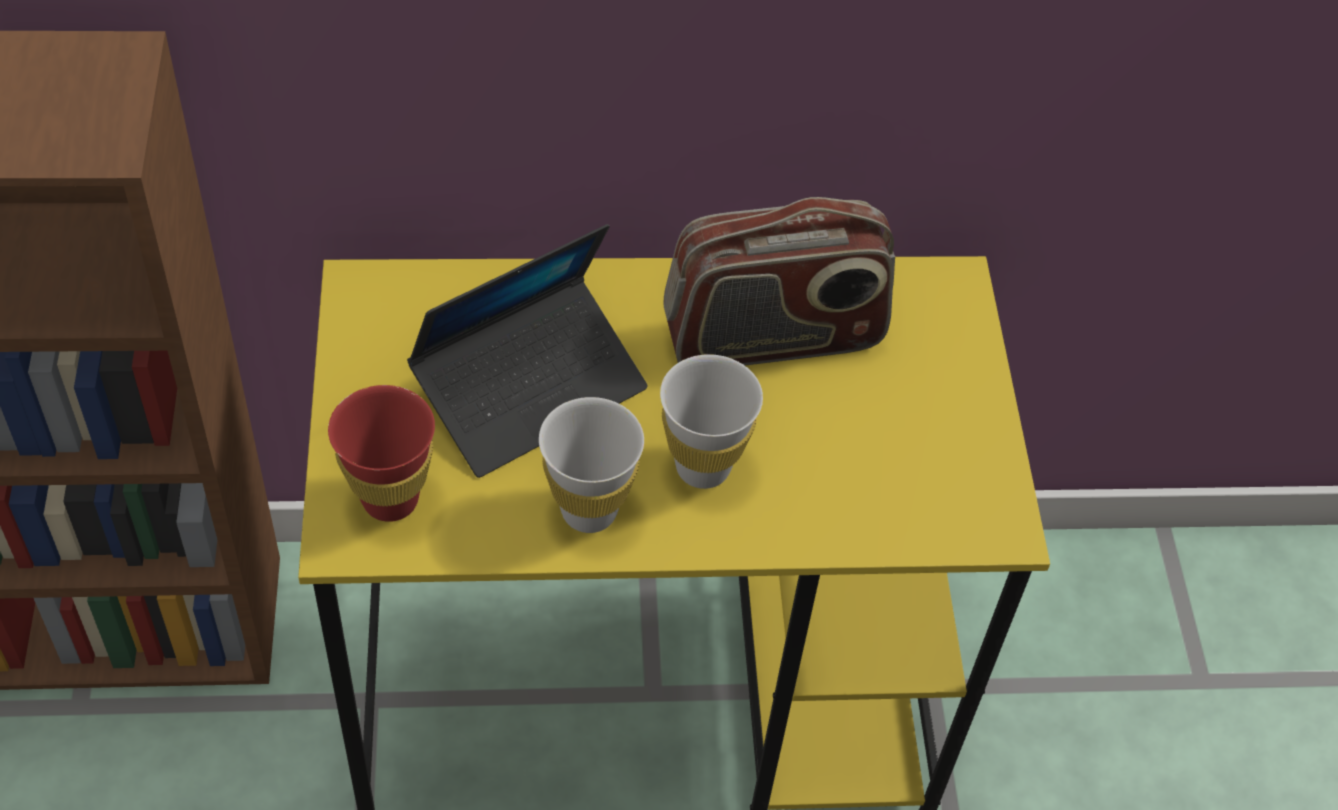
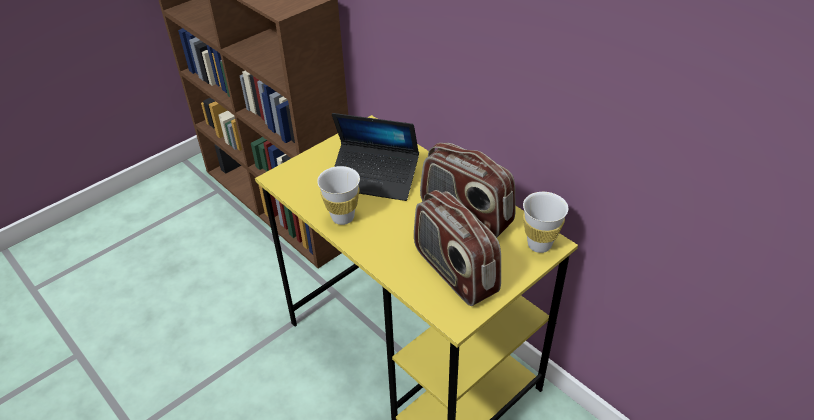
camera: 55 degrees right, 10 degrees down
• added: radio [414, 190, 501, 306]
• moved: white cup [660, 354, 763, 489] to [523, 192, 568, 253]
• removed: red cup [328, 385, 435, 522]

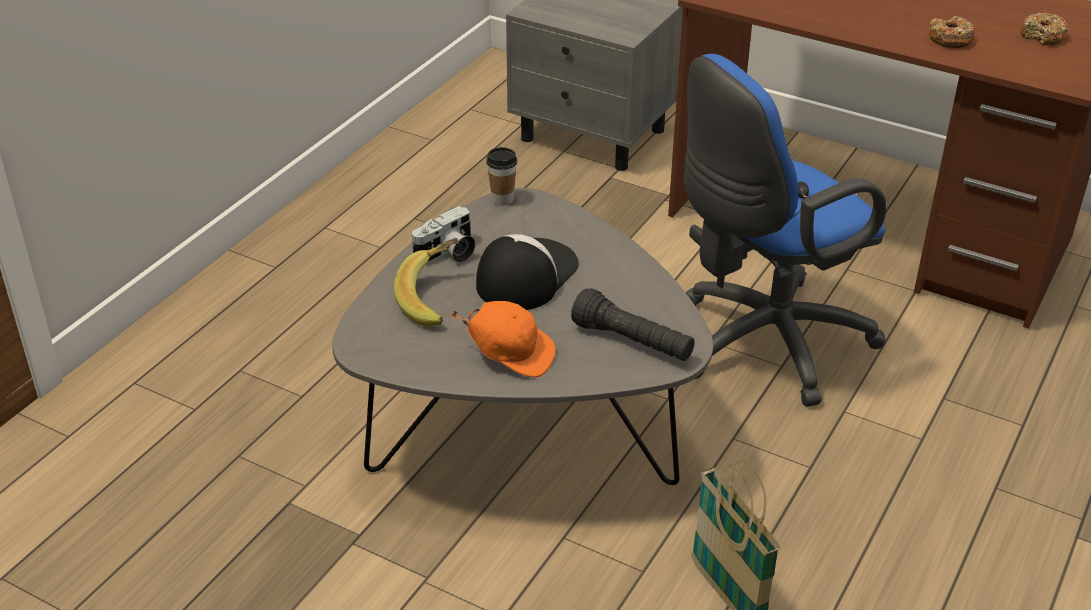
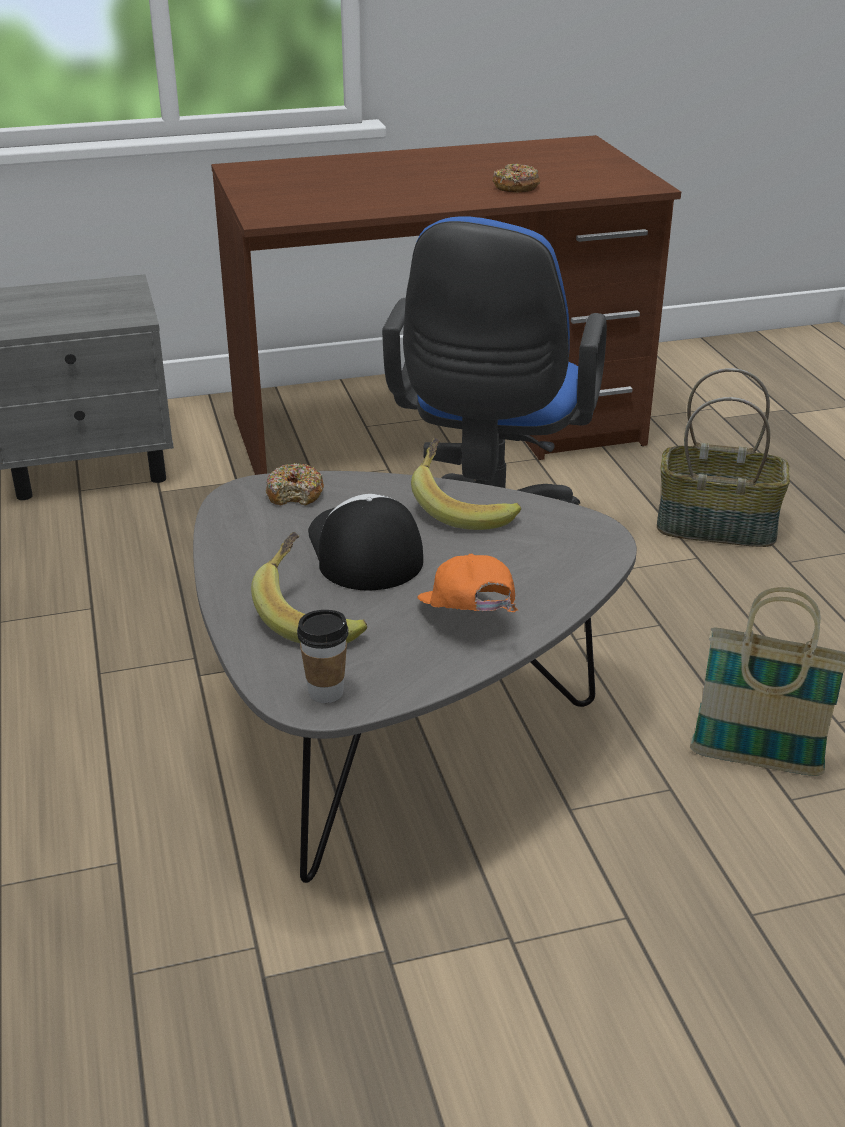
camera: 45 degrees left, 5 degrees down
• moved: donut [1021, 12, 1069, 45] to [266, 463, 324, 505]
• moved: cup [486, 147, 517, 206] to [297, 610, 348, 703]
• added: banana [411, 438, 521, 530]
• turned: orange cap [451, 301, 556, 377] = [417, 554, 518, 612] 90 degrees counterclockwise
• added: basket [657, 368, 790, 547]
• removed: photo camera [412, 206, 475, 263]
• removed: black flashlight [571, 288, 695, 361]

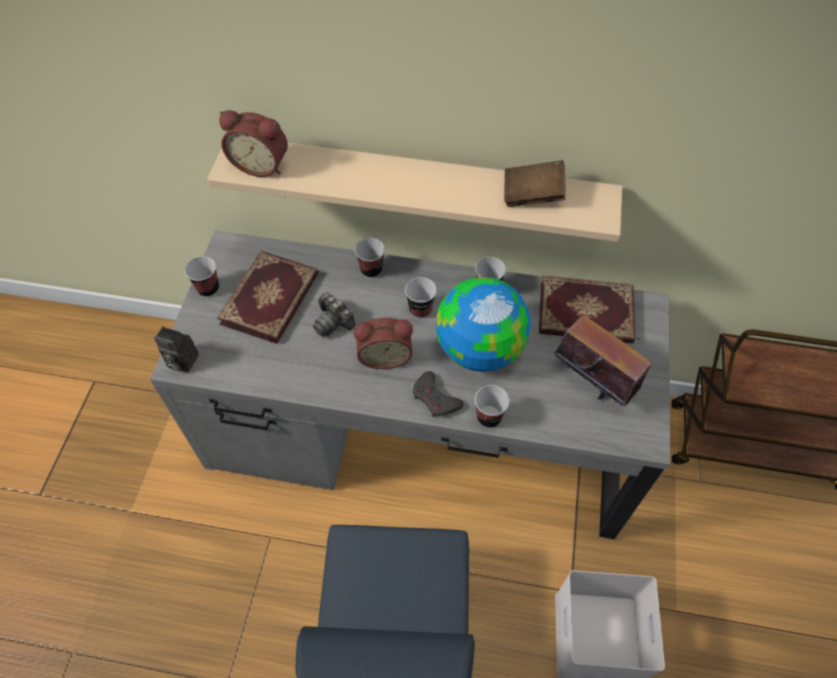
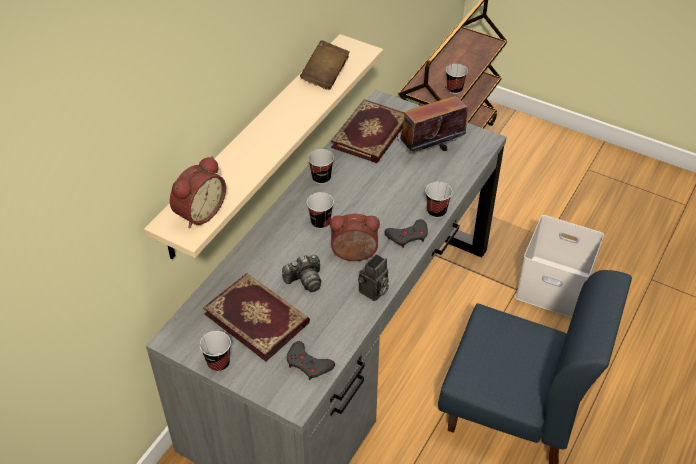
camera: 70 degrees left, 10 degrees down
• added: grey game controller [287, 341, 335, 380]
• turned: alarm clock [353, 318, 413, 369] = [330, 214, 380, 261] 105 degrees counterclockwise
• moved: photo camera [154, 327, 199, 372] to [358, 254, 389, 301]
• moved: cup [355, 238, 385, 278] to [446, 64, 468, 94]
• removed: globe [436, 277, 531, 372]

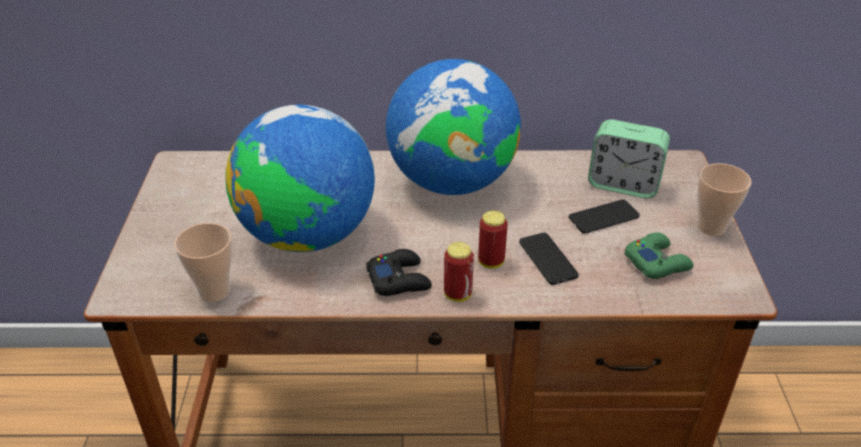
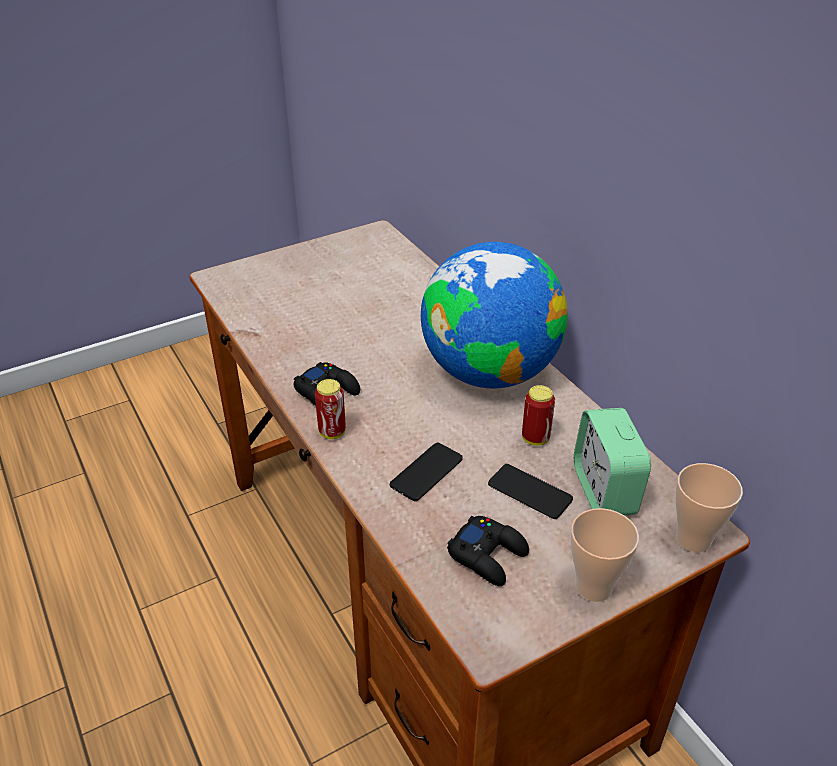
camera: 60 degrees right, 0 degrees up
• recoloured: green game controller [624, 232, 694, 279] to black game controller [447, 516, 529, 586]
• moved: can [478, 210, 508, 268] to [522, 385, 555, 446]
• moved: cup [174, 223, 232, 302] to [676, 463, 743, 552]
• removed: globe [226, 105, 375, 252]

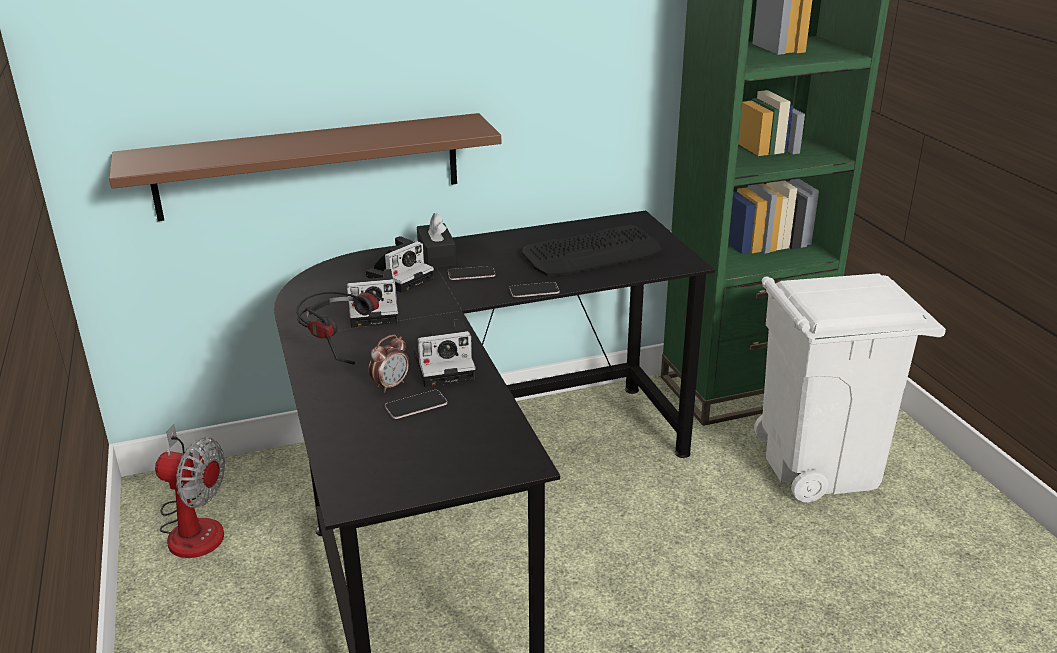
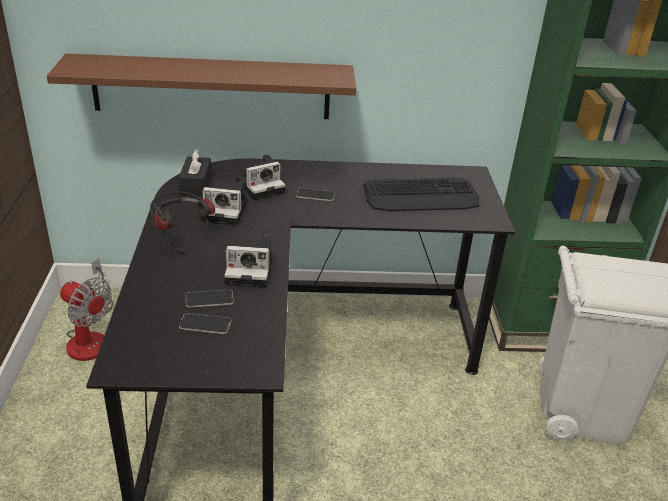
camera: 15 degrees right, 5 degrees up
• moved: black tissue box [417, 213, 457, 269] to [178, 149, 212, 196]
• moved: phone [509, 282, 559, 297] to [179, 313, 231, 334]
• removed: alarm clock [369, 335, 409, 393]

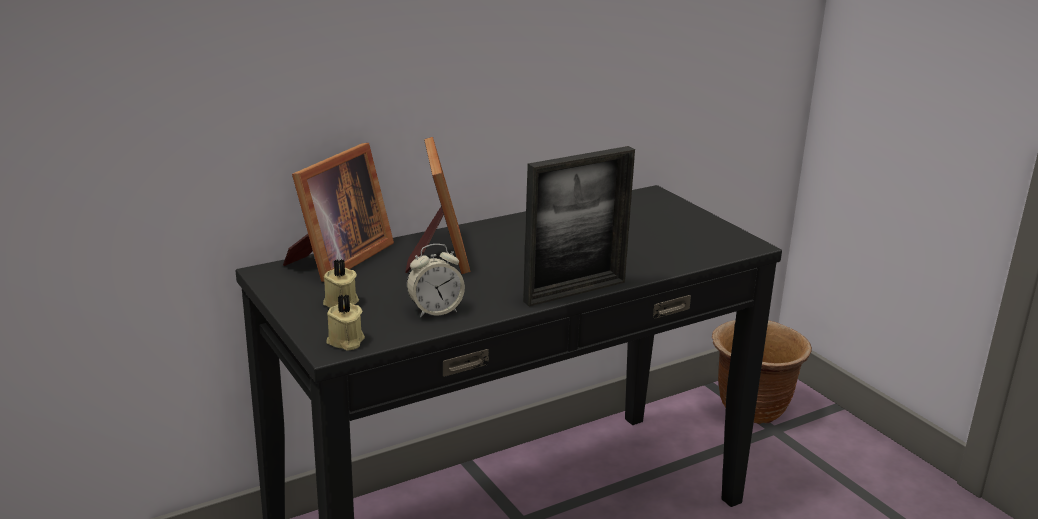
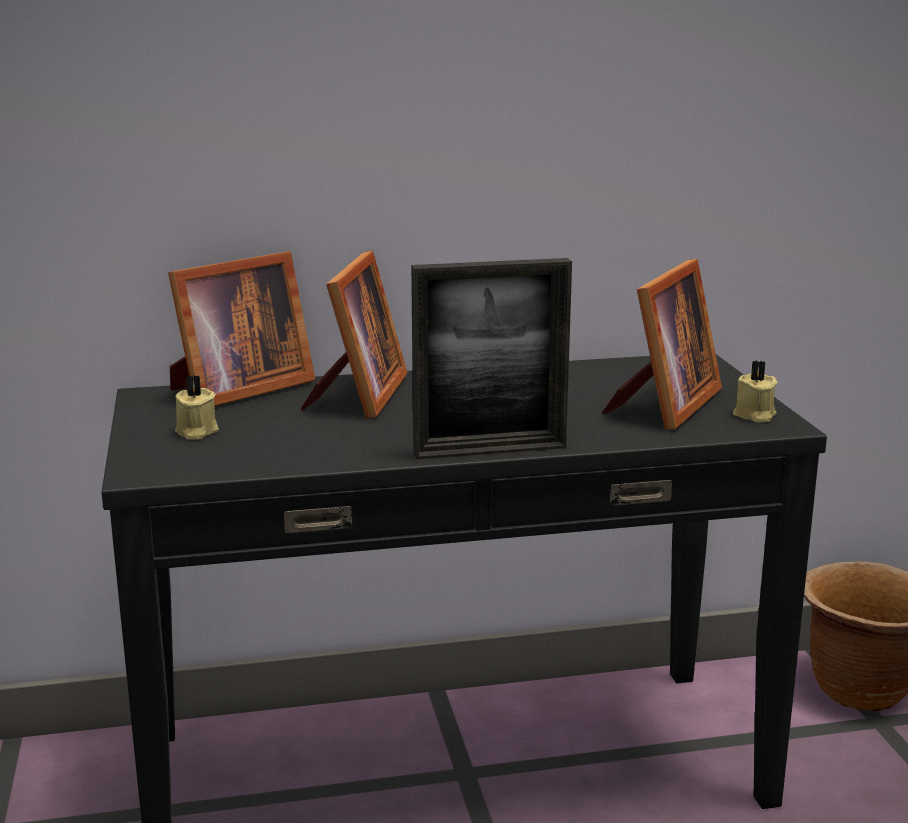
camera: 20 degrees right, 5 degrees down
• added: picture frame [602, 259, 722, 430]
• moved: beige candle [326, 295, 365, 351] to [733, 360, 778, 423]
• removed: alarm clock [407, 244, 465, 318]

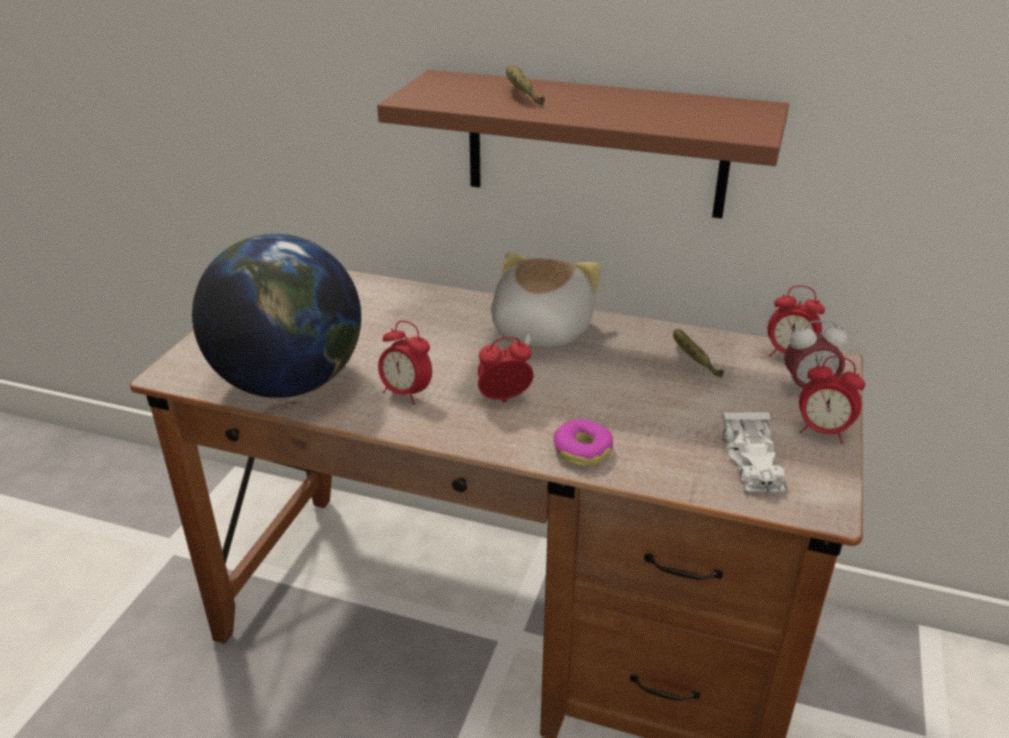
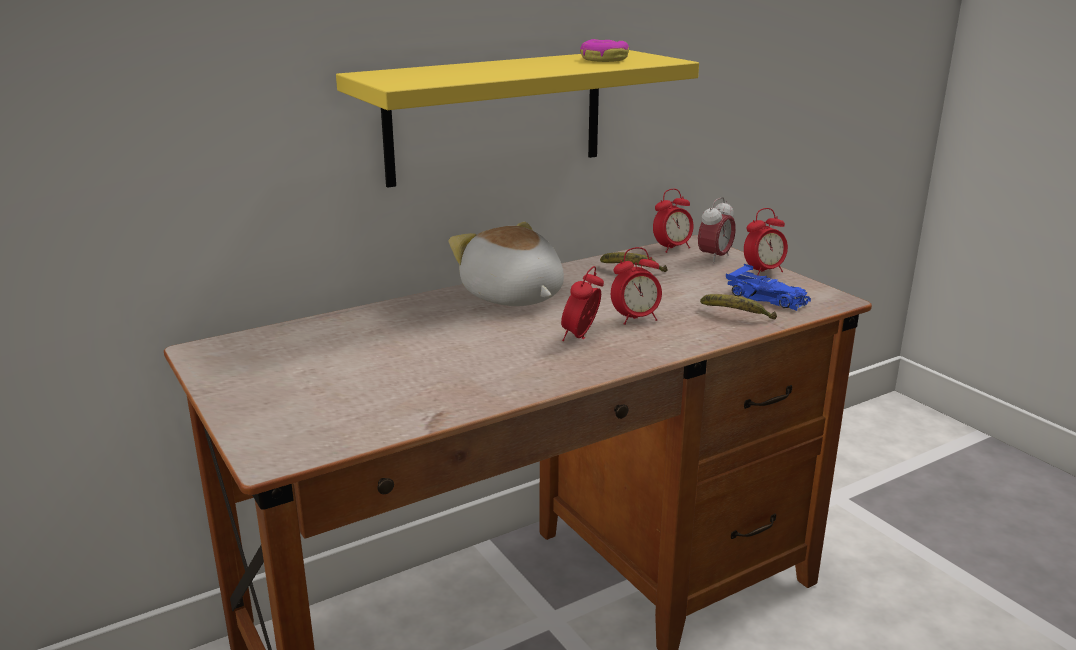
camera: 50 degrees left, 10 degrees down
• recoloured: brown shelf [377, 70, 789, 219] to yellow shelf [336, 50, 699, 188]
• moved: donut [553, 419, 613, 466] to [580, 39, 629, 62]
• moved: alarm clock [378, 321, 432, 405] to [611, 247, 662, 325]
• moved: banana [506, 65, 545, 106] to [700, 294, 777, 319]
• recoloured: white toy car [722, 410, 786, 494] to blue toy car [726, 264, 811, 311]
• removed: globe [192, 234, 361, 398]

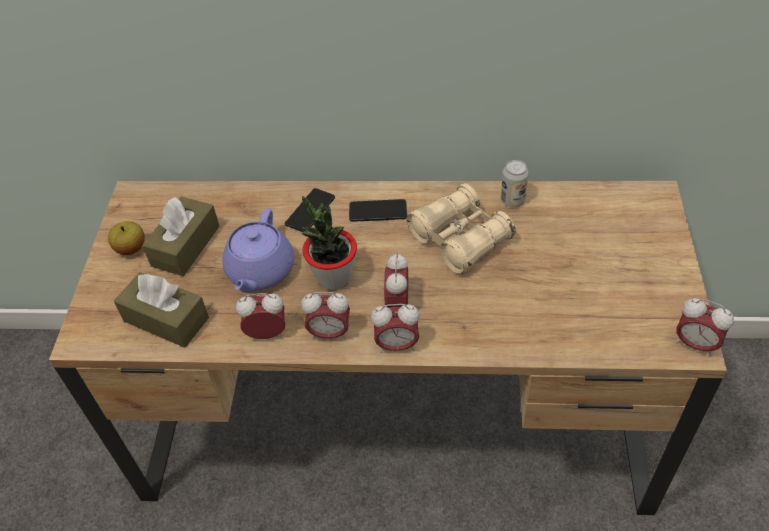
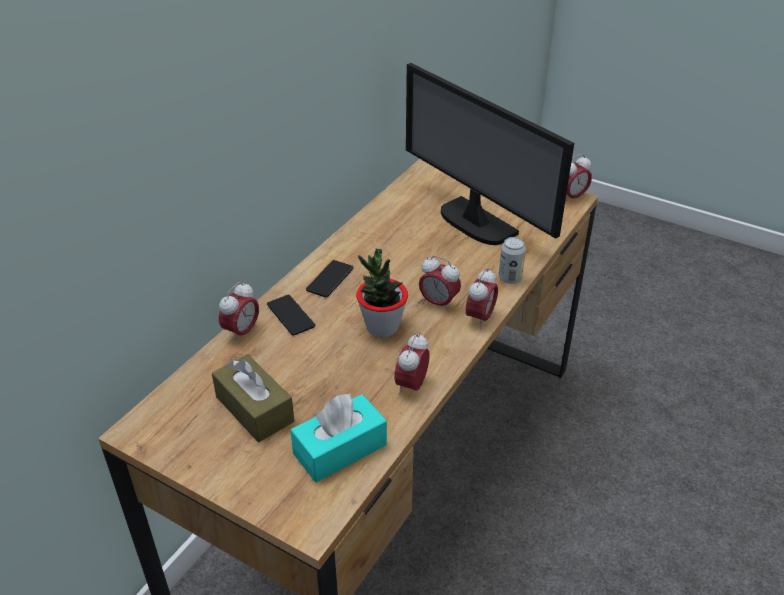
camera: 65 degrees left, 10 degrees down
• moved: alarm clock [301, 292, 350, 340] to [219, 282, 259, 343]
• recoloured: brown tissue box [114, 272, 209, 348] to turquoise tissue box [290, 393, 387, 483]
• added: monitor [406, 63, 574, 245]
• moved: can [501, 160, 529, 208] to [499, 237, 526, 284]
• removed: apple [108, 221, 145, 255]
• removed: purple teapot [223, 209, 294, 293]
• removed: beige binoculars [407, 183, 516, 274]

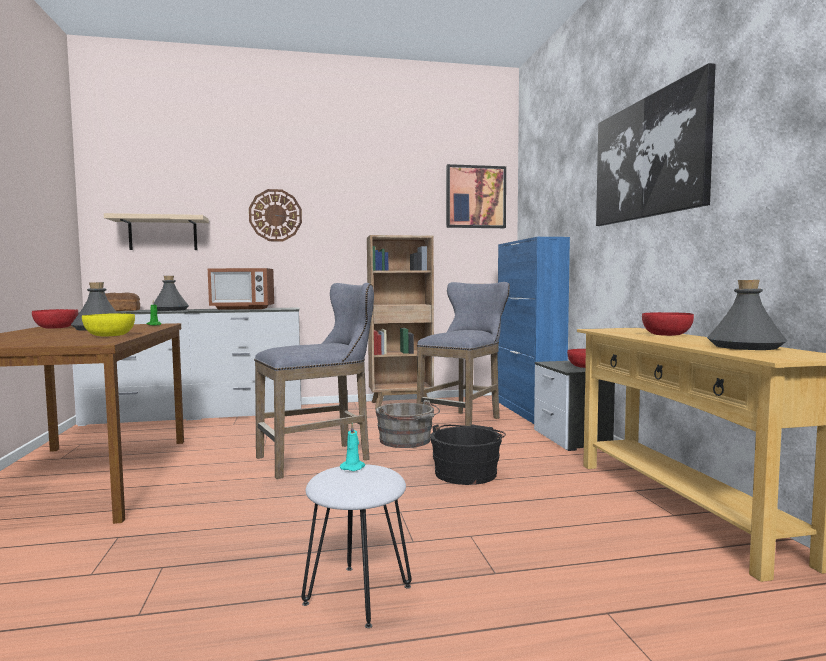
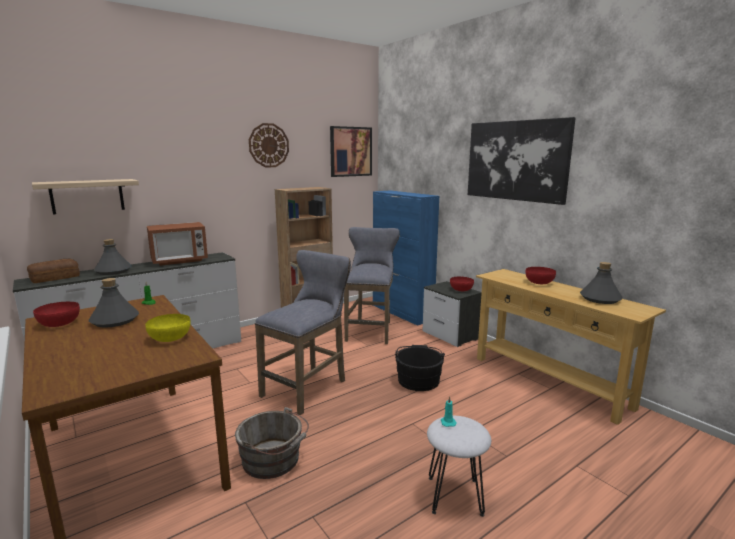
camera: 25 degrees left, 10 degrees up
• moved: grey bucket [375, 400, 440, 448] to [235, 407, 309, 479]
• moved: wall clock [249, 189, 302, 241] to [249, 123, 289, 168]

